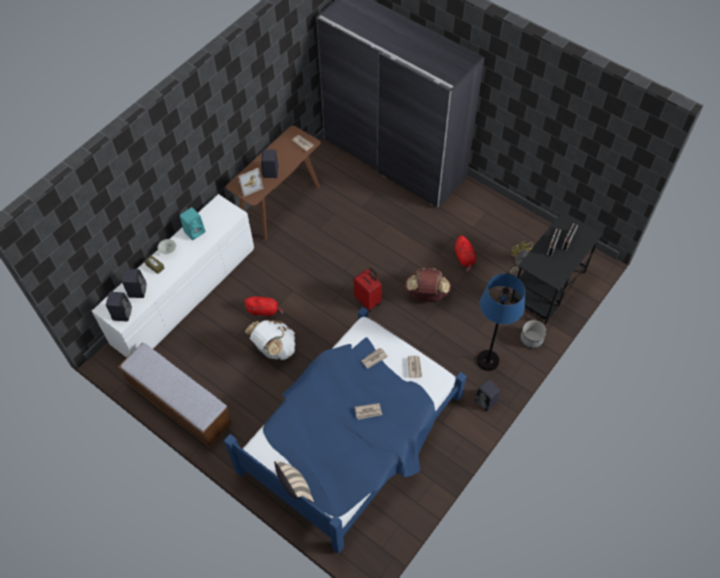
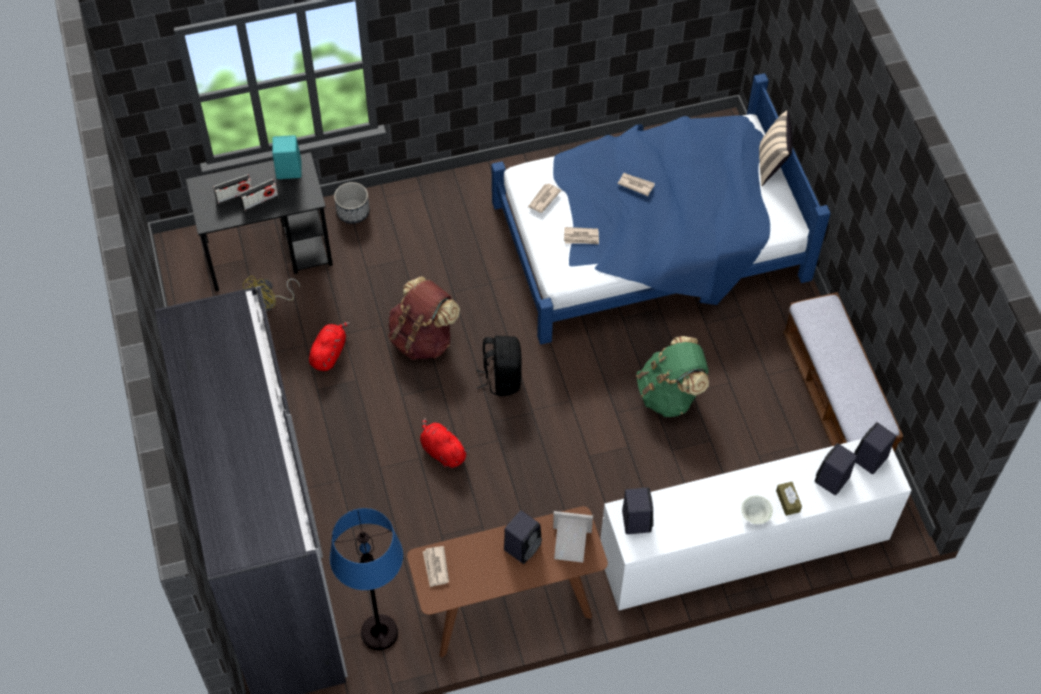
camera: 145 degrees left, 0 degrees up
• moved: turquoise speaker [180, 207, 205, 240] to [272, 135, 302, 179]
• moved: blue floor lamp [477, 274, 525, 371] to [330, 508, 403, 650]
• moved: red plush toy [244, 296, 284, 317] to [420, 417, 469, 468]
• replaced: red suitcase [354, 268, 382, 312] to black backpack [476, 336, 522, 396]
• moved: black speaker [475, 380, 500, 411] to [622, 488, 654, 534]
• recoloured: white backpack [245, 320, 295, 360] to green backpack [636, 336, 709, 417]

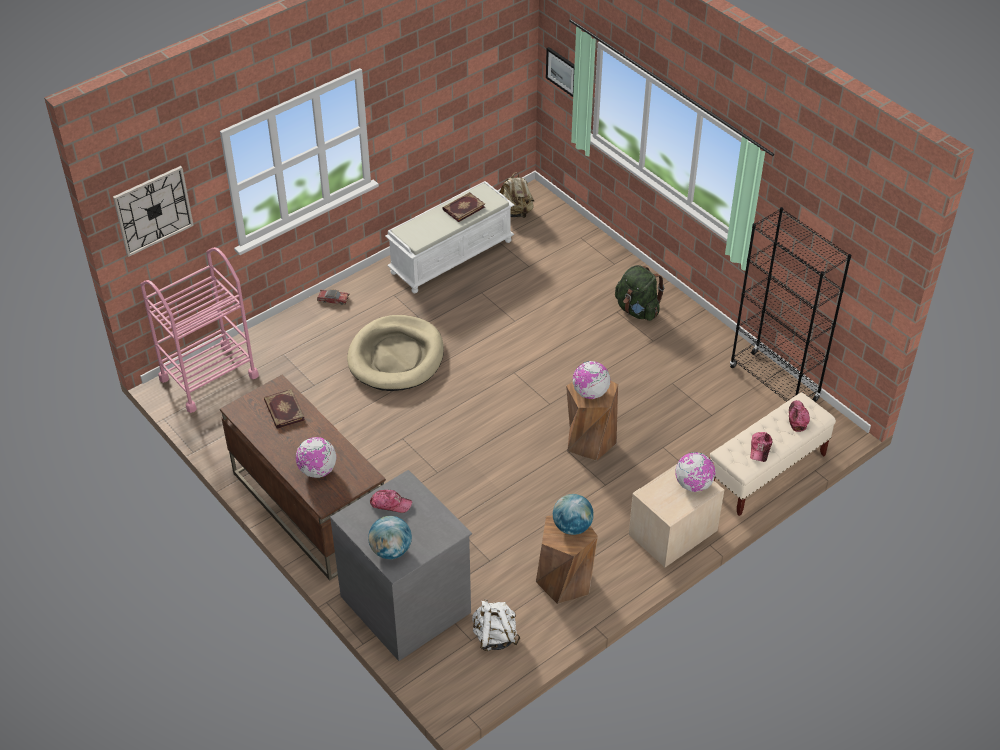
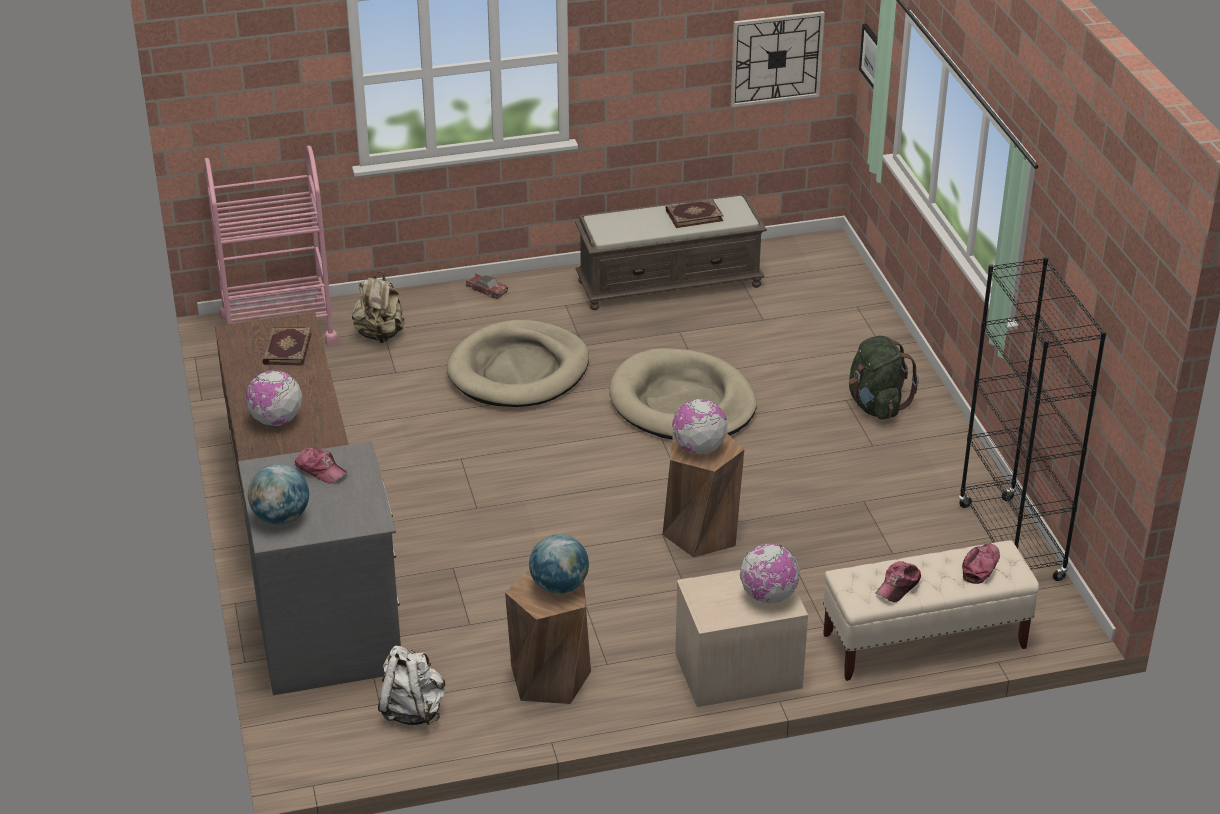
camera: 25 degrees right, 10 degrees down
• moved: beige backpack [500, 172, 534, 218] to [352, 271, 405, 343]
• recoloured: white bench [385, 181, 514, 293] to brown bench [575, 194, 767, 310]
• added: beige dog bed [609, 348, 757, 440]
• moved: wall clock [113, 166, 194, 257] to [731, 11, 825, 107]

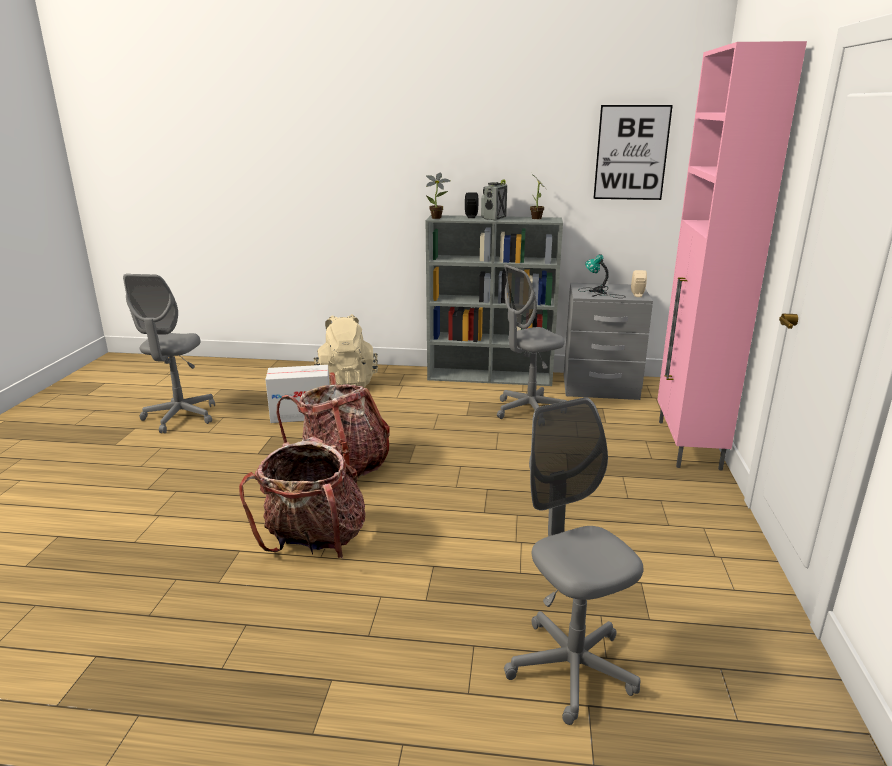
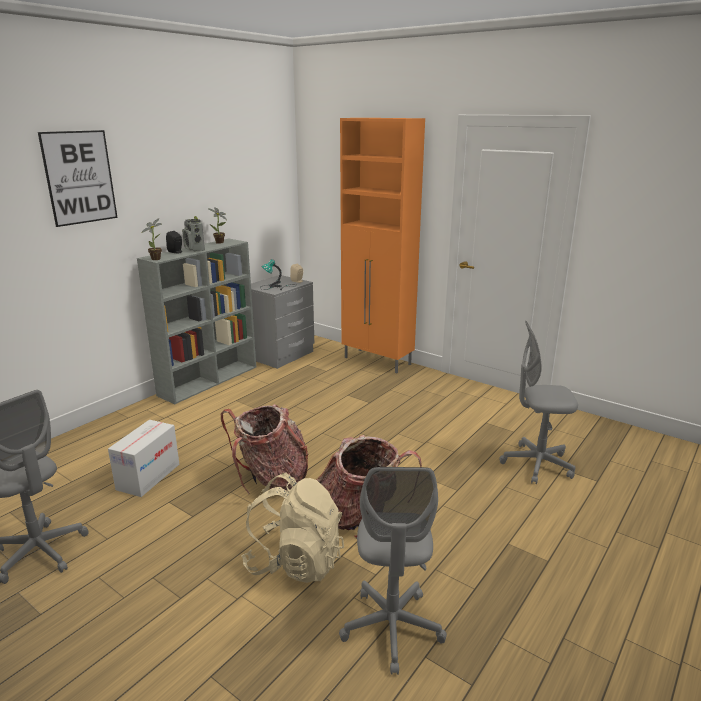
camera: 60 degrees left, 0 degrees up
• moved: picture [593, 105, 673, 200] to [38, 130, 118, 227]
• moved: beige backpack [314, 314, 378, 388] to [241, 473, 344, 583]
• moved: grey office chair [497, 264, 567, 419] to [339, 467, 447, 675]
• recoloured: pink cabinet [657, 41, 807, 471] to orange cabinet [340, 118, 425, 373]

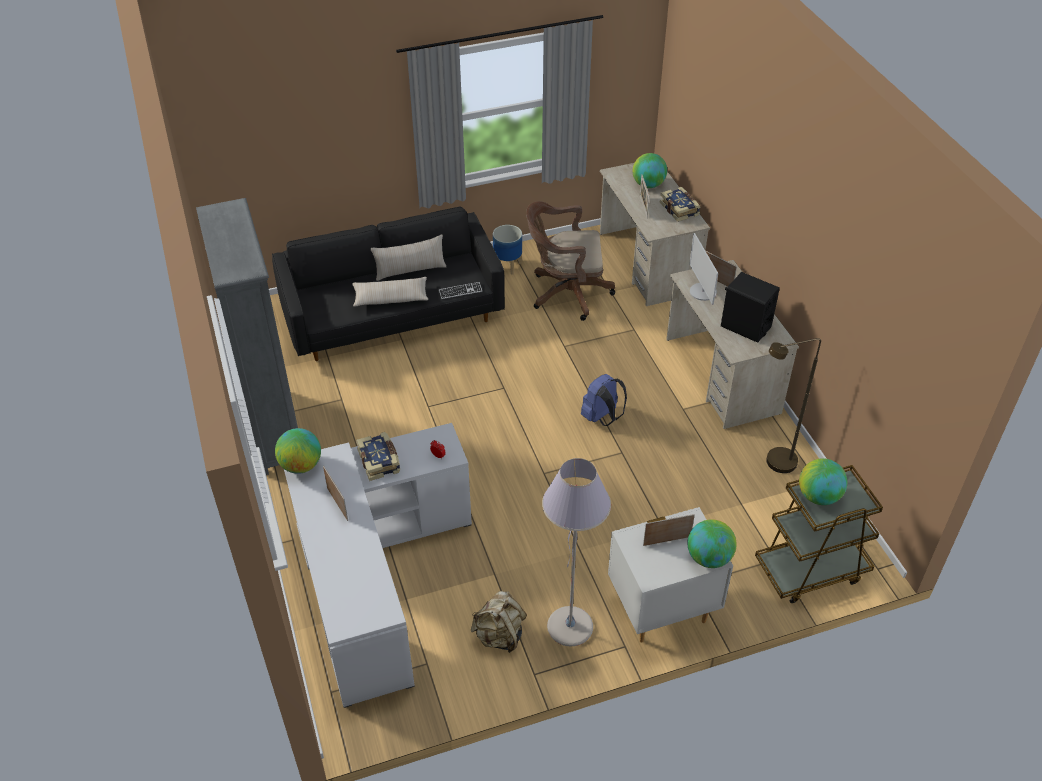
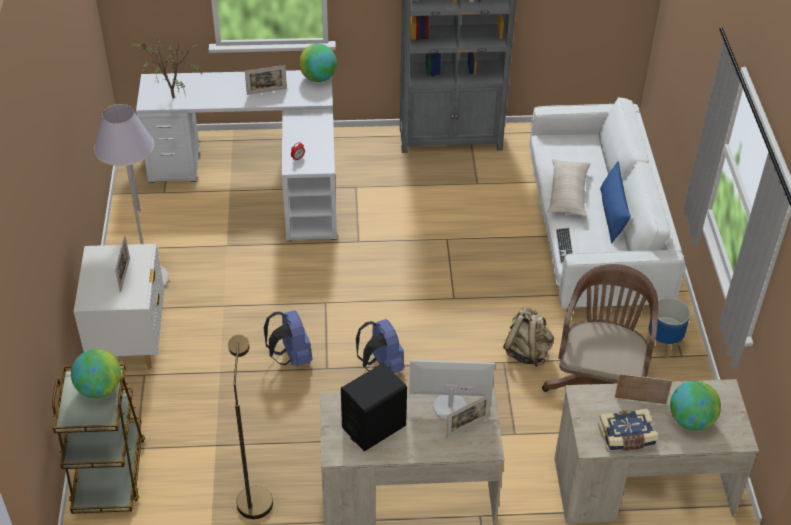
camera: 105 degrees right, 0 degrees up
• added: potted plant [130, 35, 203, 98]
• added: blue backpack [264, 311, 313, 366]
• moved: beige backpack [471, 591, 527, 653] to [503, 307, 554, 367]
• recoloured: black sofa [272, 207, 505, 361] to white sofa [529, 97, 685, 308]
• recoloured: beige pillow [371, 235, 446, 281] to blue pillow [600, 162, 631, 243]
• removed: book [356, 432, 400, 481]
• removed: globe [688, 519, 737, 568]

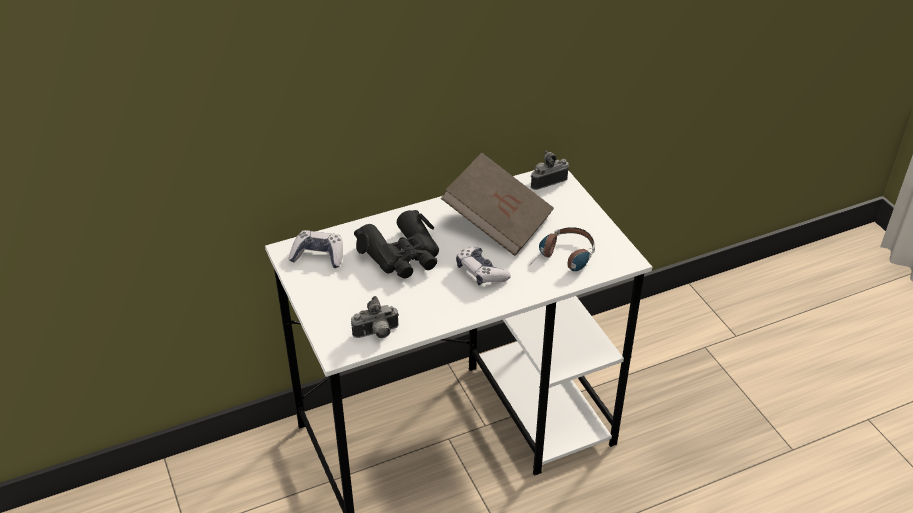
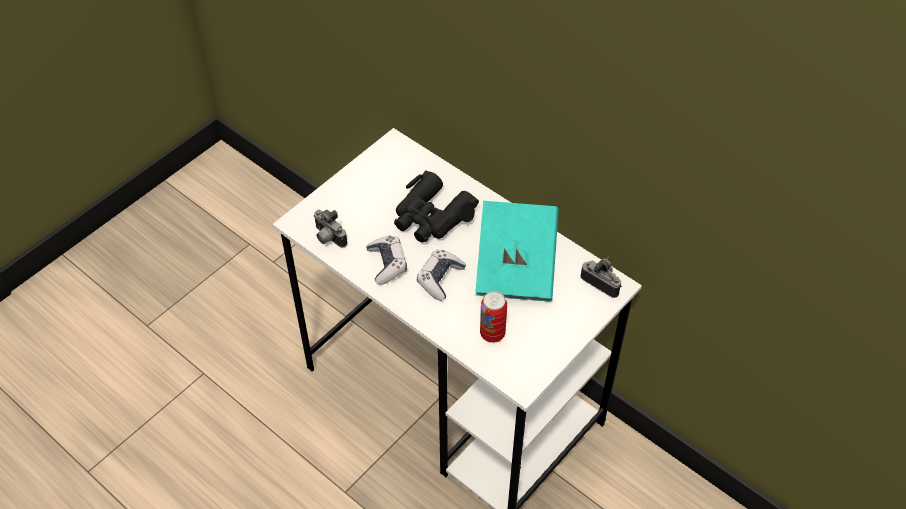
camera: 65 degrees right, 10 degrees up
• moved: game controller [289, 230, 343, 268] to [366, 235, 407, 285]
• recoloured: brown book [441, 153, 554, 256] to turquoise book [476, 201, 559, 302]
• replaced: headphones [539, 227, 595, 271] to can [480, 291, 507, 343]

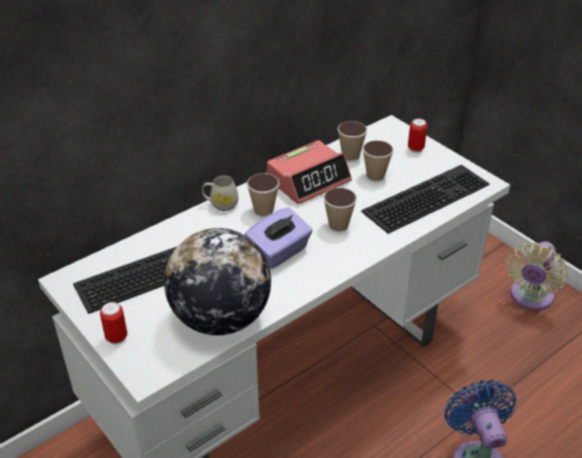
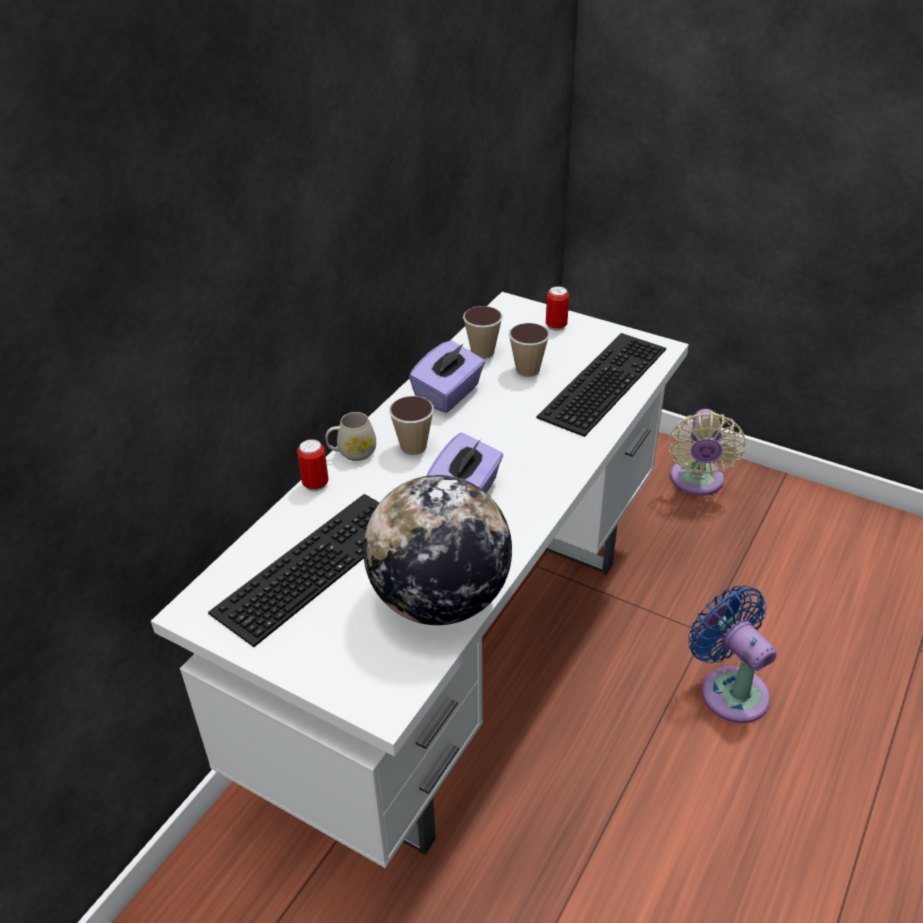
camera: 20 degrees left, 0 degrees up
• moved: can [100, 302, 127, 344] to [297, 439, 329, 491]
• replaced: alarm clock [267, 140, 352, 204] to purple tissue box [409, 340, 485, 413]
• removed: cup [323, 187, 357, 232]

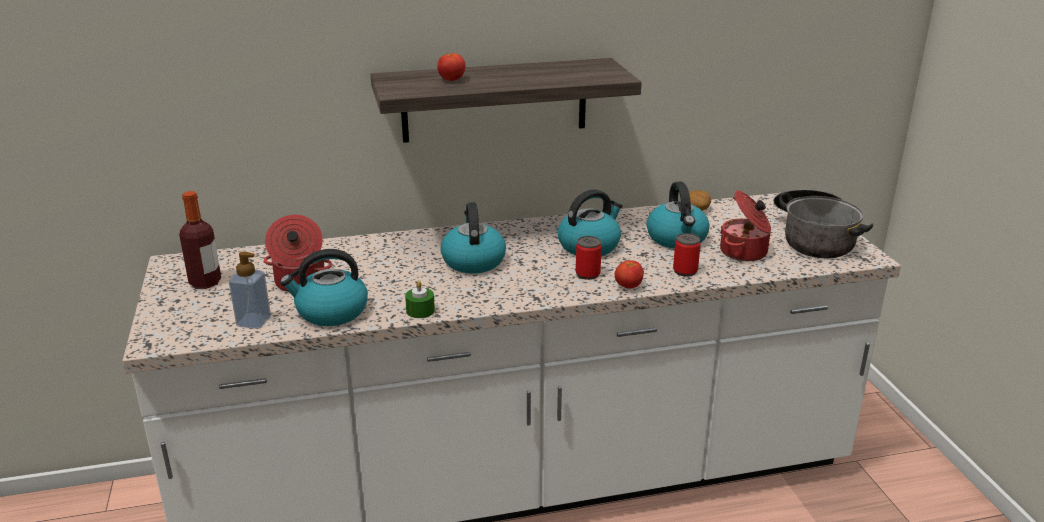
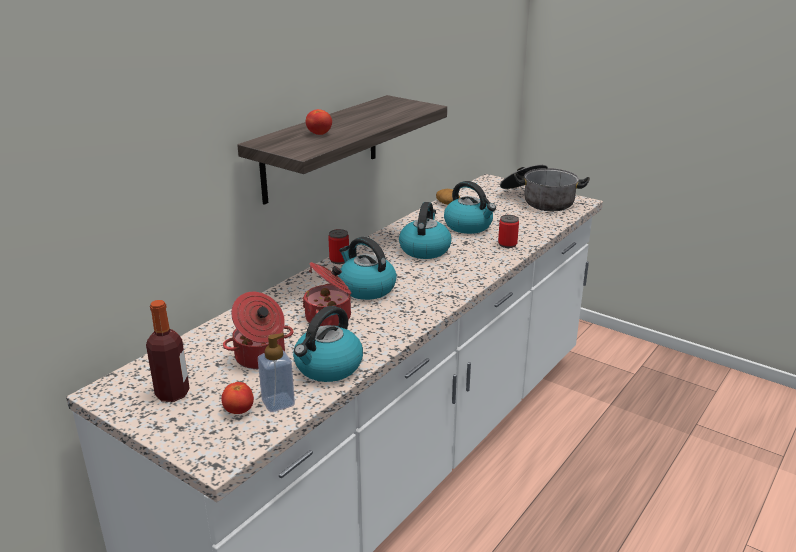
camera: 40 degrees left, 0 degrees up
• moved: tomato [615, 260, 644, 289] to [221, 382, 254, 414]
• moved: cooking pot [720, 190, 771, 261] to [302, 262, 351, 327]
• moved: can [576, 236, 602, 280] to [328, 229, 349, 264]
• removed: green candle [405, 281, 435, 318]

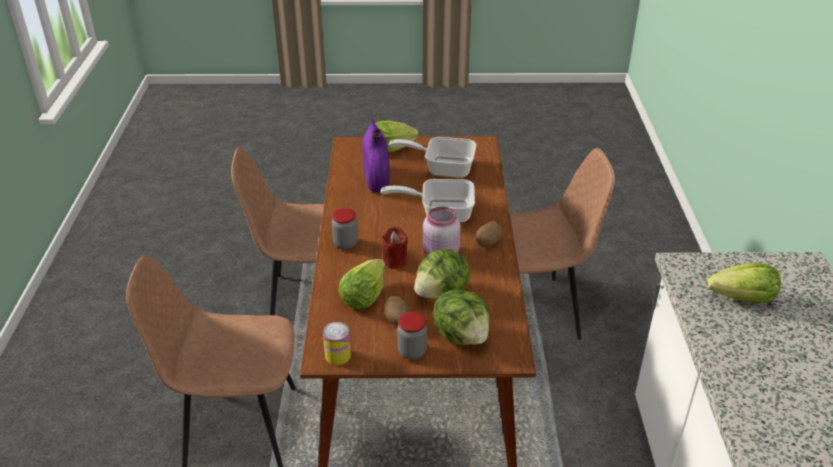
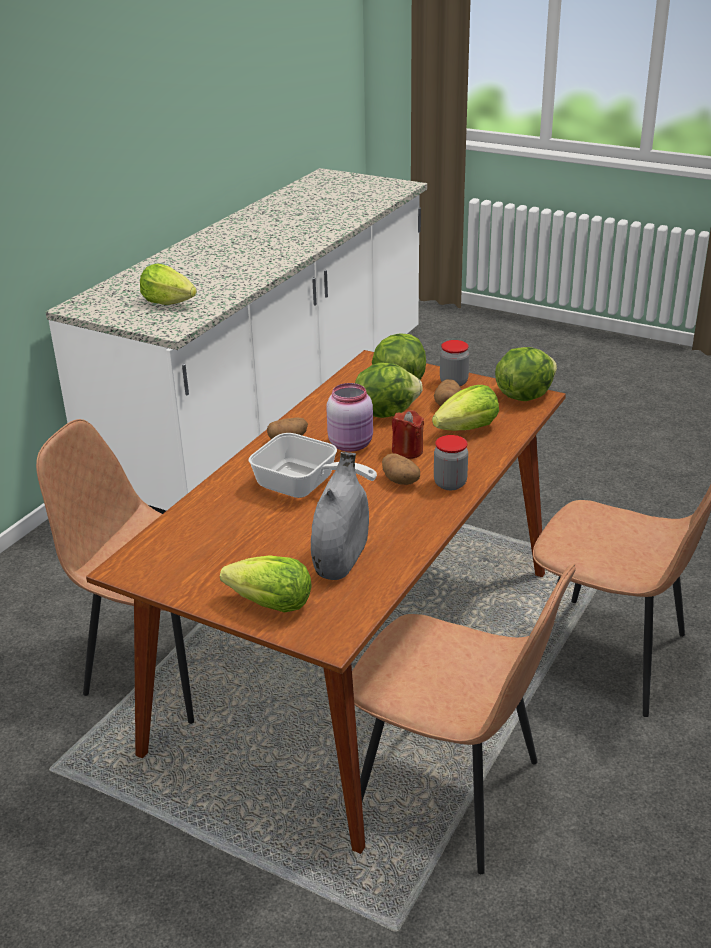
camera: 150 degrees left, 5 degrees down
• recoloured: purple vase [362, 118, 390, 192] to grey vase [311, 452, 369, 580]
• added: potato [382, 453, 420, 485]
• replaced: can [323, 322, 351, 365] to lettuce [495, 347, 557, 401]
• removed: frying pan [389, 137, 477, 178]

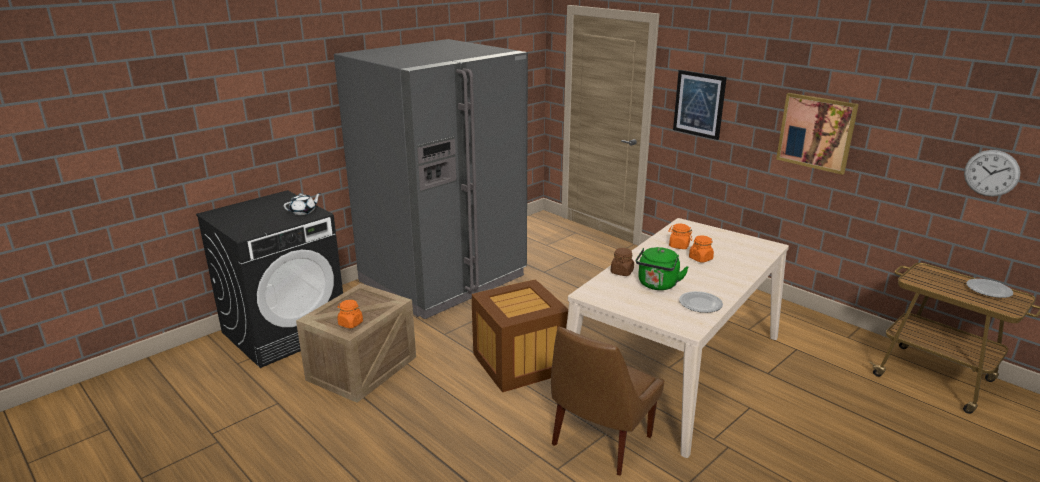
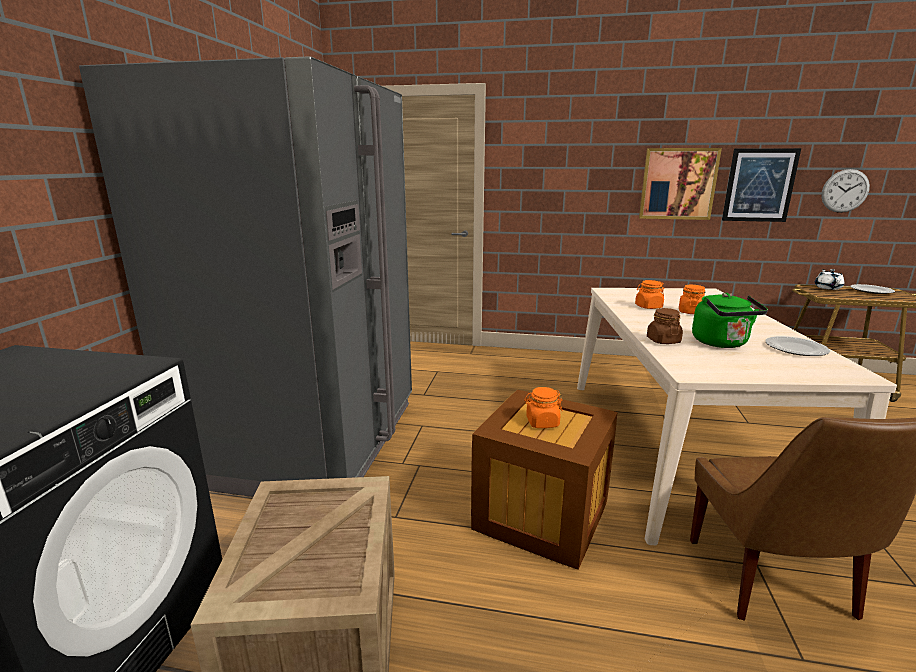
camera: 35 degrees left, 5 degrees down
• moved: orange jar [337, 300, 363, 329] to [524, 387, 563, 428]
• moved: picture [673, 70, 727, 140] to [722, 148, 801, 222]
• moved: white teapot [284, 193, 321, 215] to [815, 269, 844, 290]

